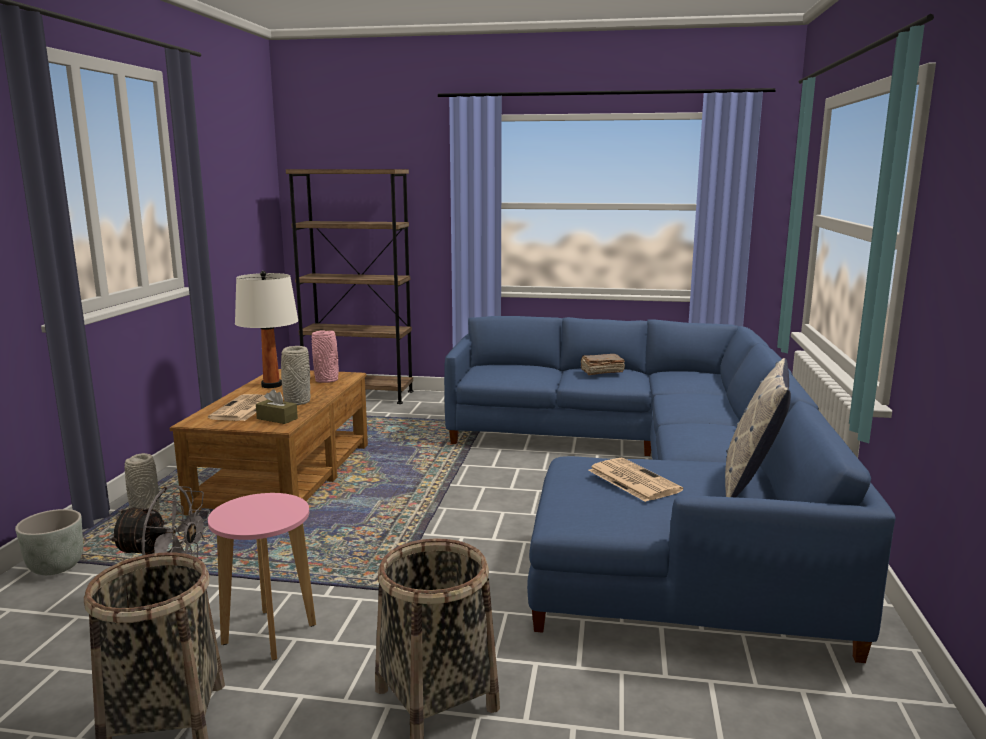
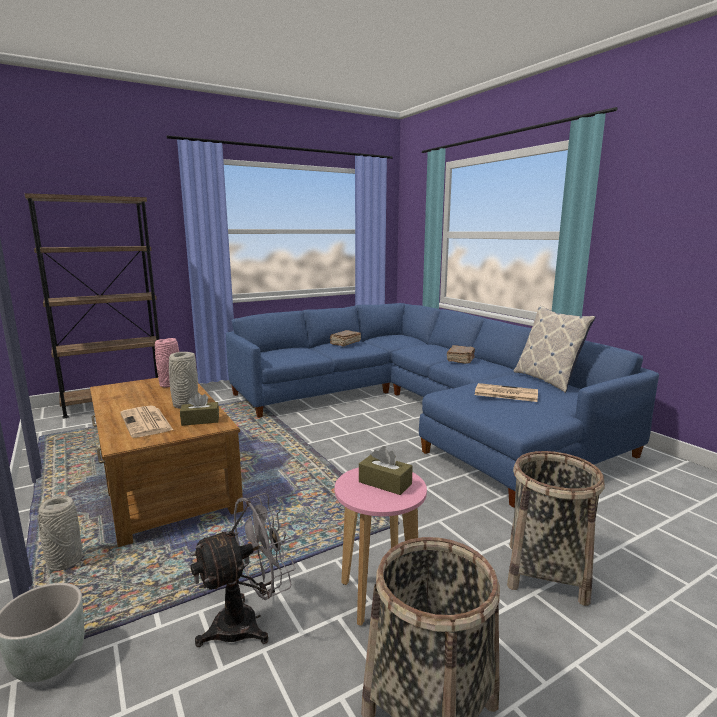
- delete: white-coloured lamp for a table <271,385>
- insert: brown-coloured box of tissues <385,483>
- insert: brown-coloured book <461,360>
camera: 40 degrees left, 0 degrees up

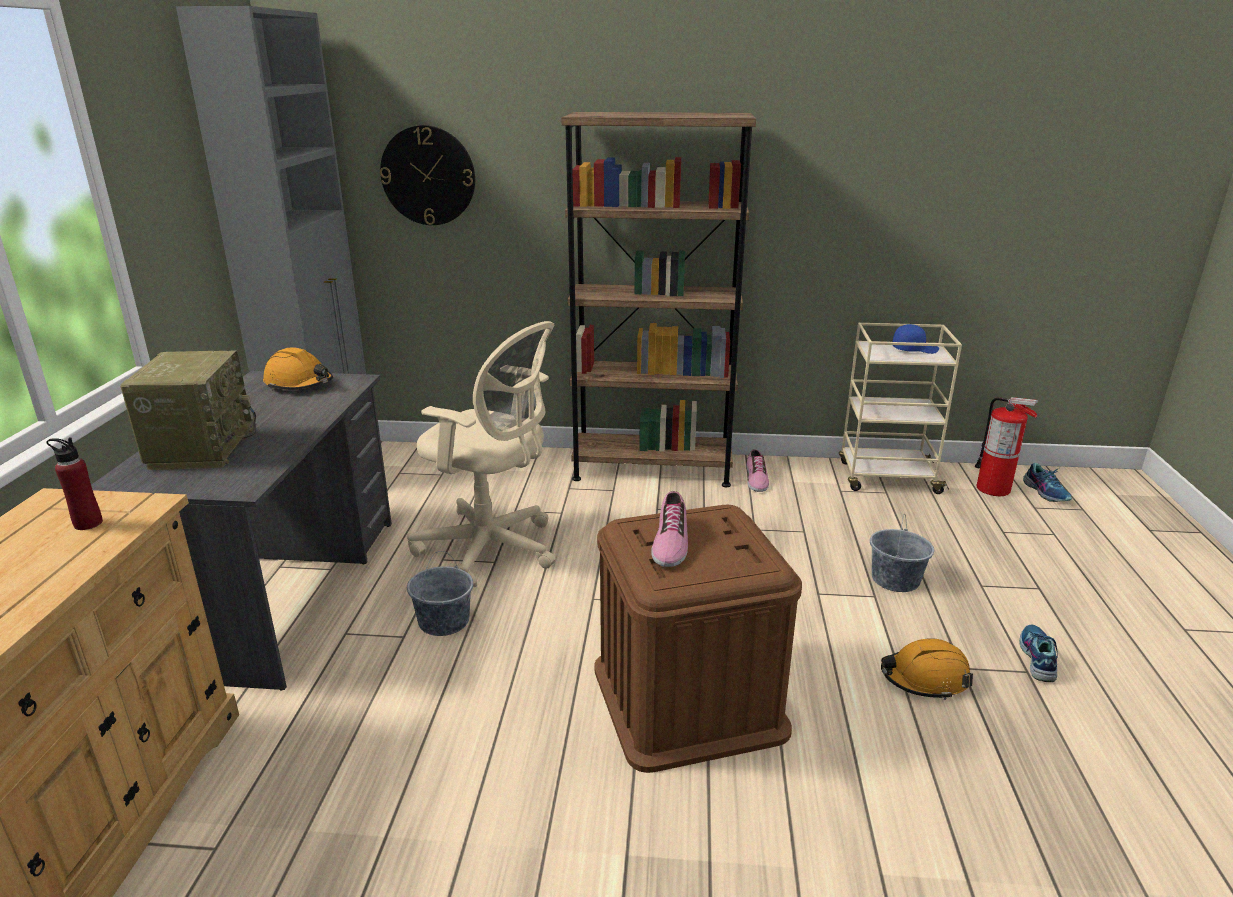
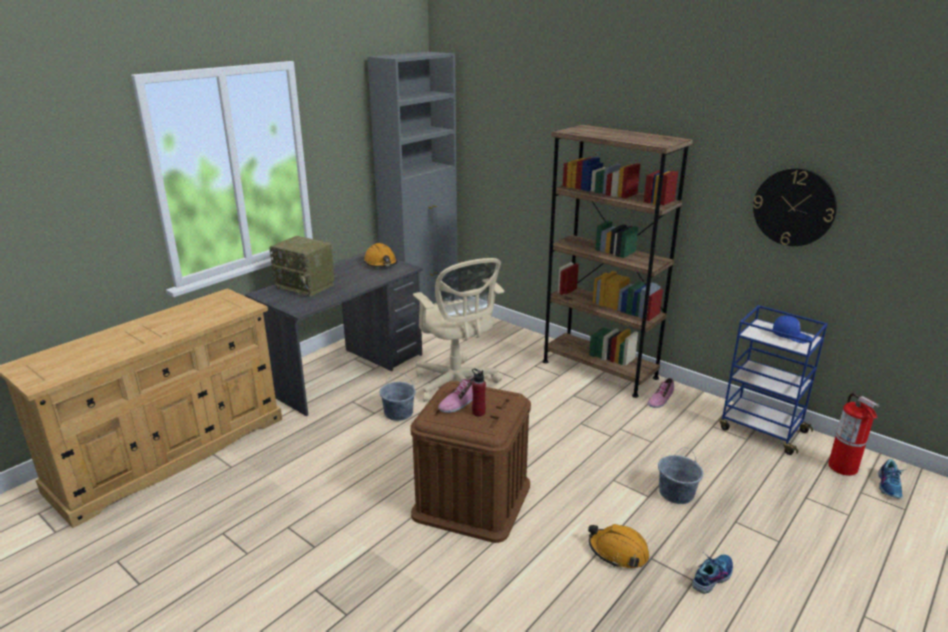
- move: reddish drink bottle <88,523> to <478,412>
- rotate: radio <201,448> = <306,286> 90 degrees clockwise
- move: wall clock <428,176> to <794,207>
- recolor: beige-coloured wheeled cart <886,478> to blue-coloured wheeled cart <761,430>
camera: 35 degrees right, 0 degrees up

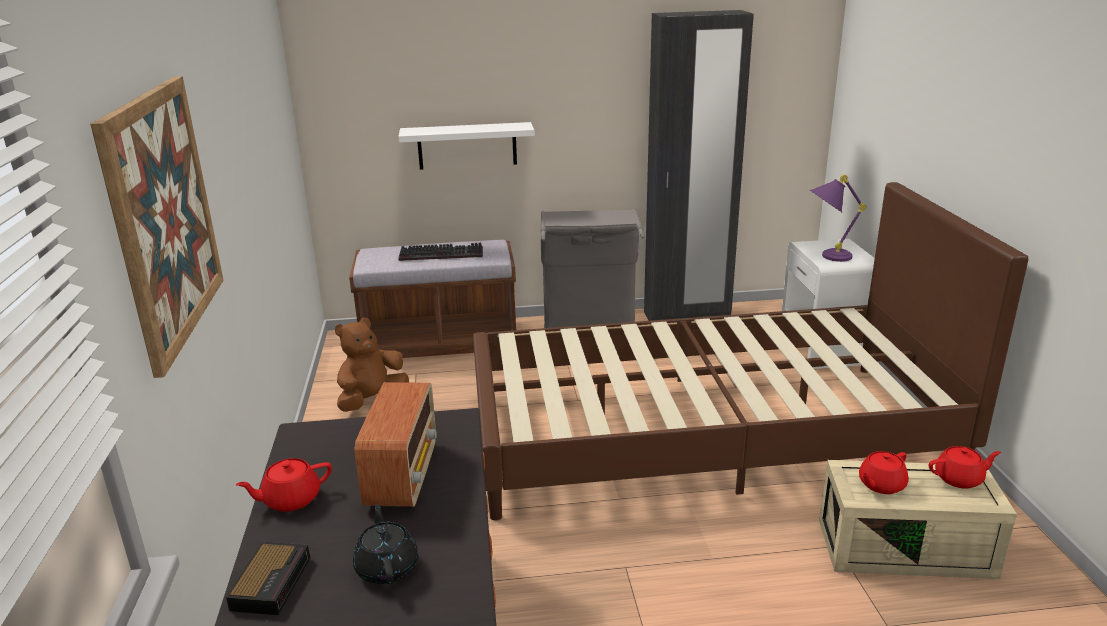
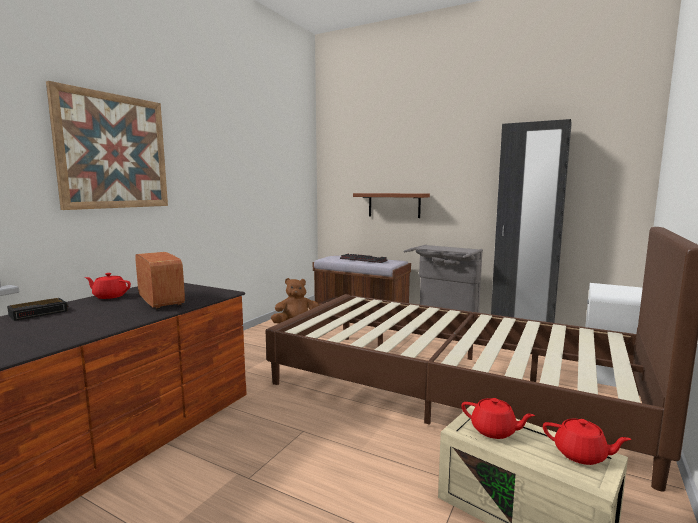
- delete: black tea pot <387,567>
- rotate: radio <403,475> = <160,301> 75 degrees counterclockwise
- recolor: white-coloured wall shelf <467,146> to brown-coloured wall shelf <394,205>
- delete: purple-coloured lamp for a table <826,257>
- rotate: reddish tea pot <880,485> = <494,431> 150 degrees counterclockwise
camera: 35 degrees right, 15 degrees down

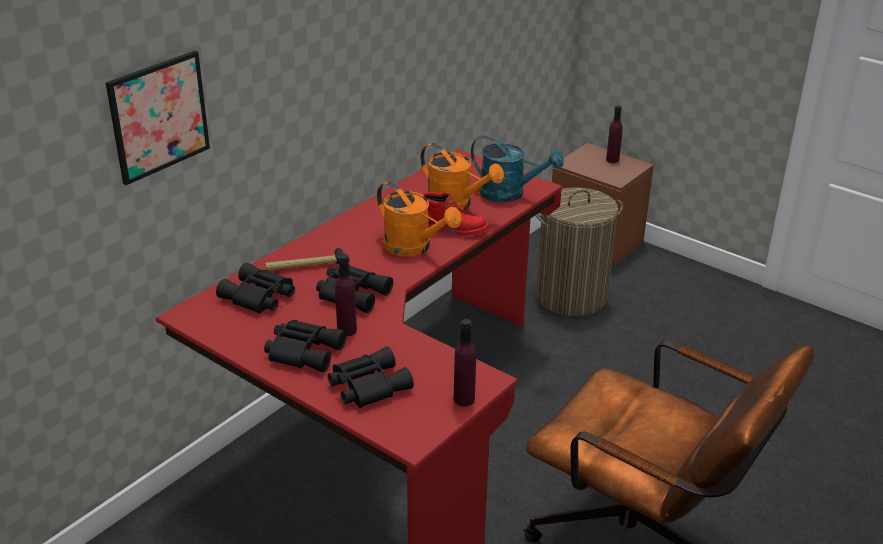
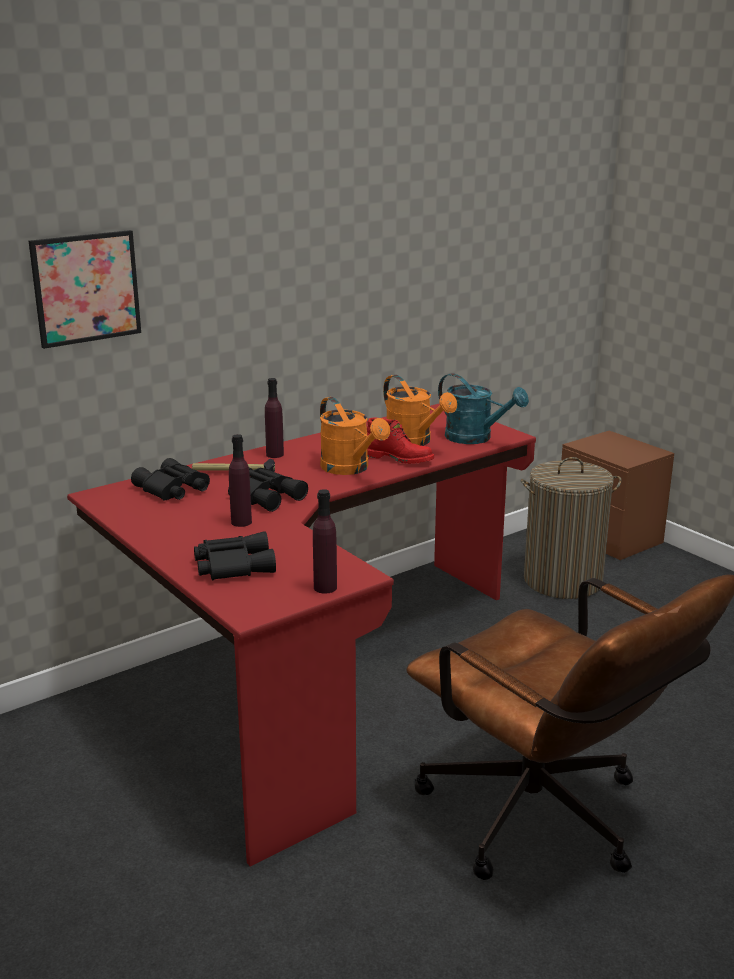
- delete: black binoculars <304,351>
- move: purple-coloured drink bottle <612,160> to <275,454>
camera: 15 degrees right, 10 degrees down

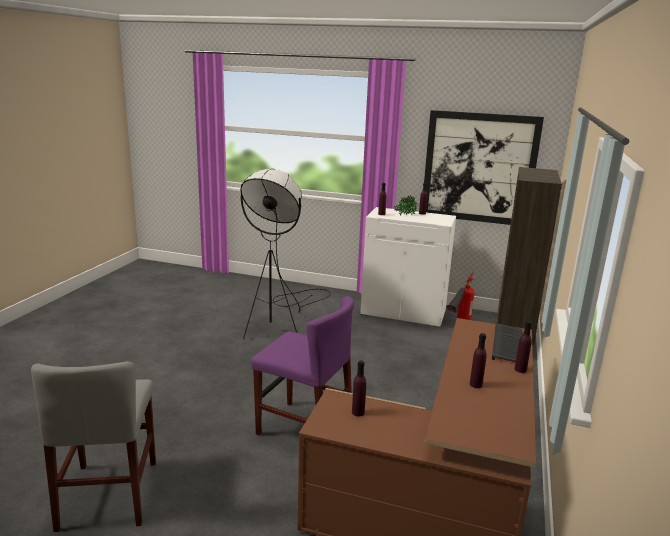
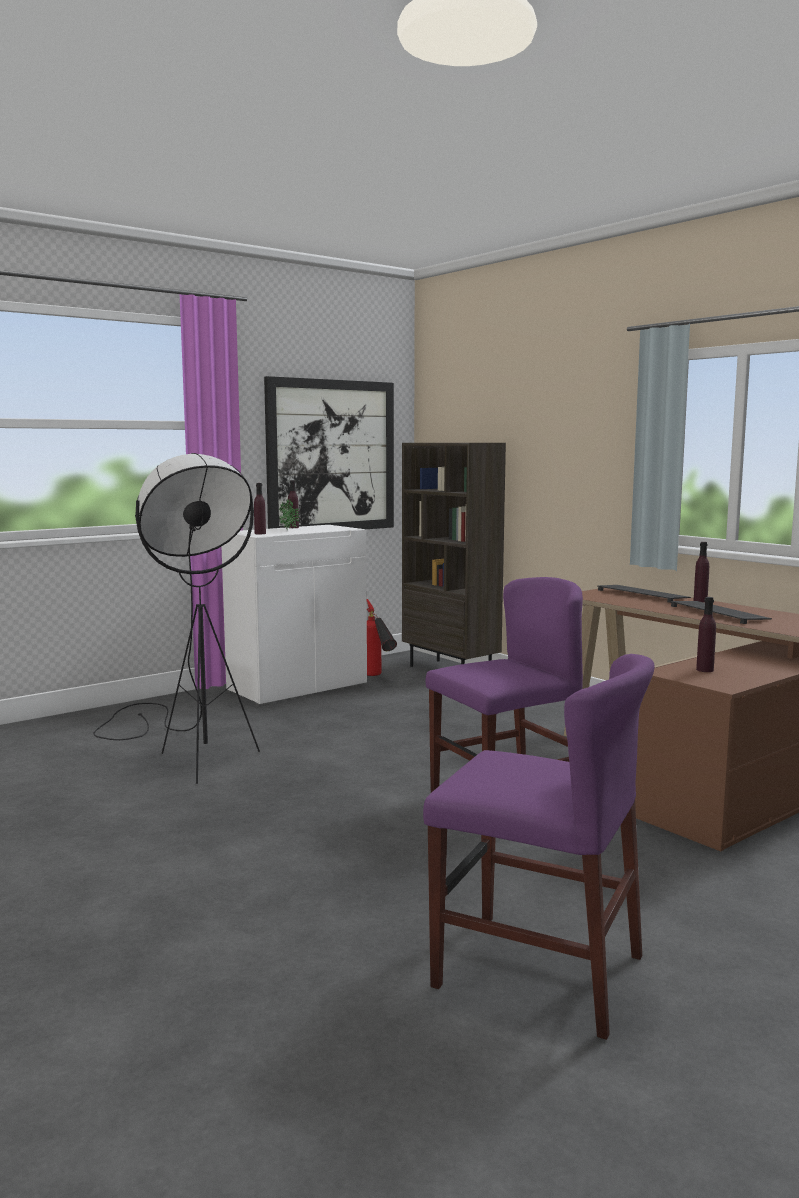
- recolor: greyish chair <109,494> to purple-coloured chair <538,971>
- replace: purple-coloured drink bottle <475,384> to PC keyboard <720,613>
camera: 55 degrees left, 10 degrees down

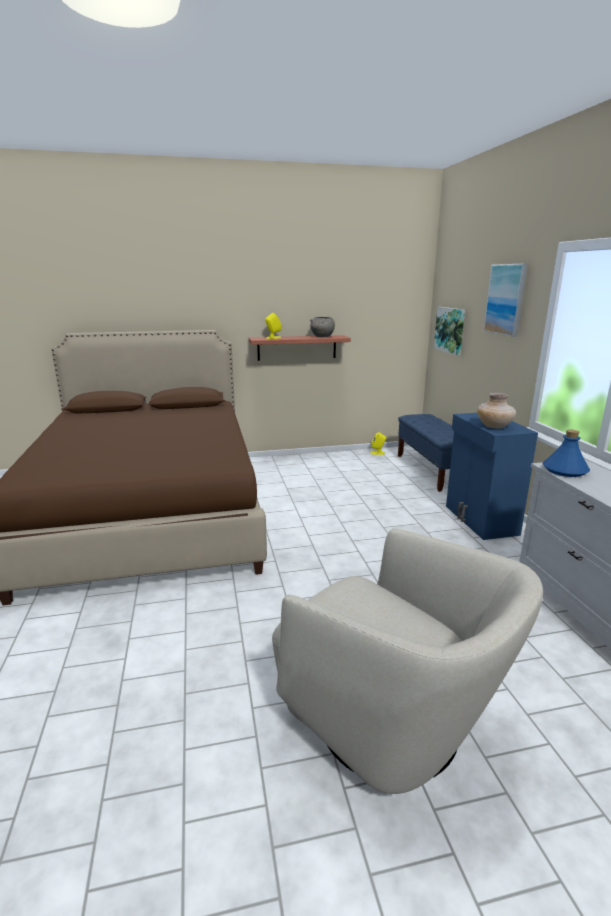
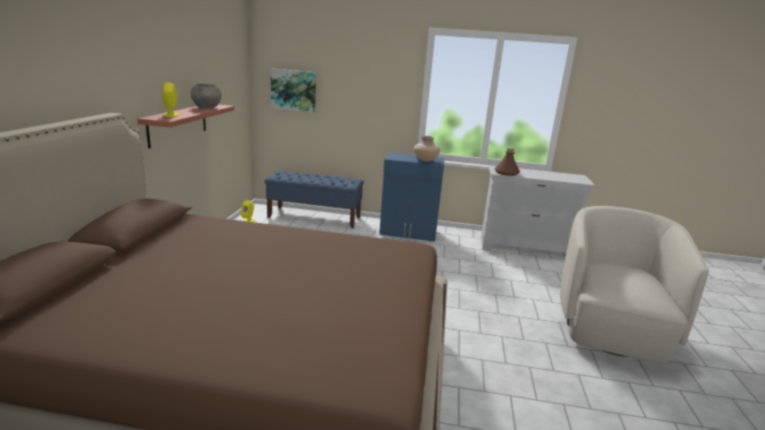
- rotate: beige-coloured armchair <390,723> = <610,330> 45 degrees counterclockwise
- delete: wall picture <506,299>
- recolor: blue-coloured drink bottle <565,470> to brown-coloured drink bottle <506,172>
camera: 70 degrees left, 0 degrees up

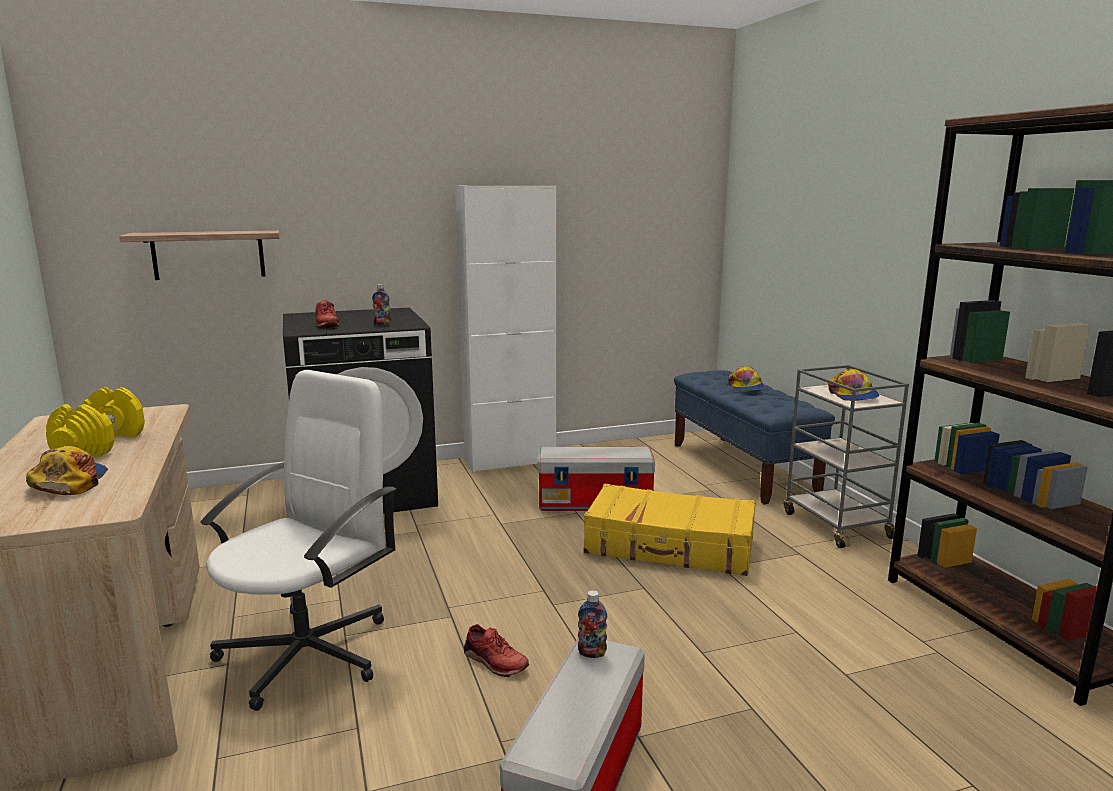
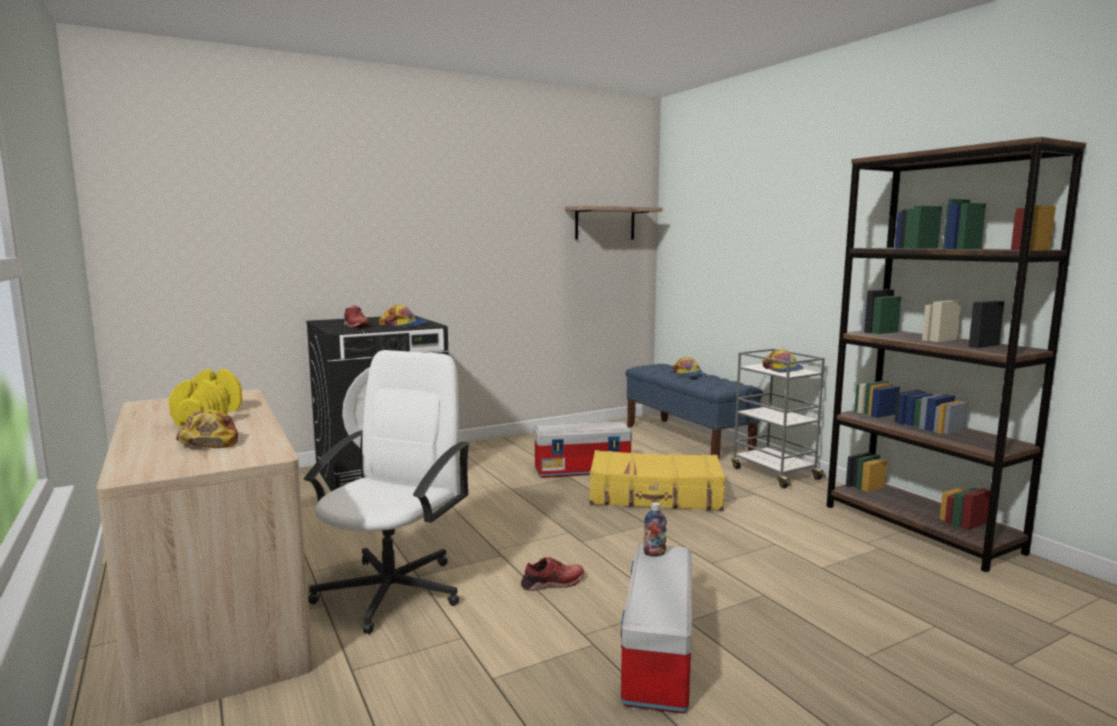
- move: wall shelf <208,255> to <605,223>
- replace: drink bottle <382,324> to peaked cap <404,324>
- delete: white-coloured cupboard <510,461>
- rotate: reddish shoe <494,661> = <553,583> 45 degrees counterclockwise
camera: 10 degrees left, 5 degrees down

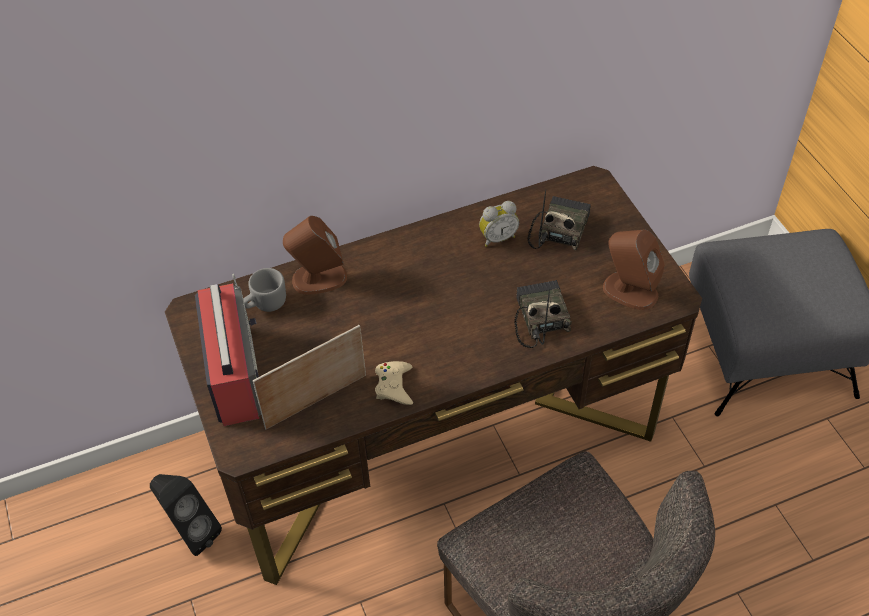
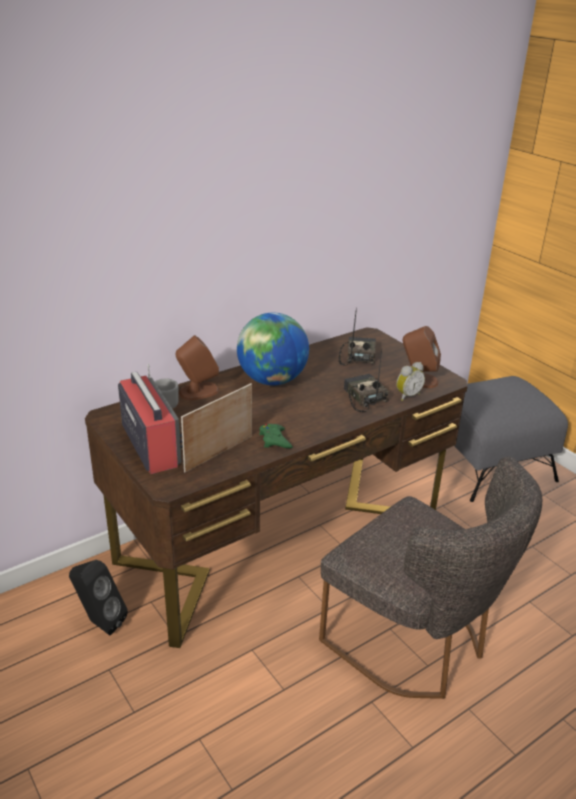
- recolor: beige-coloured joypad <394,386> to green-coloured joypad <274,440>
- move: table clock <497,238> to <407,395>
- insert: world globe <272,380>
camera: 15 degrees left, 20 degrees down

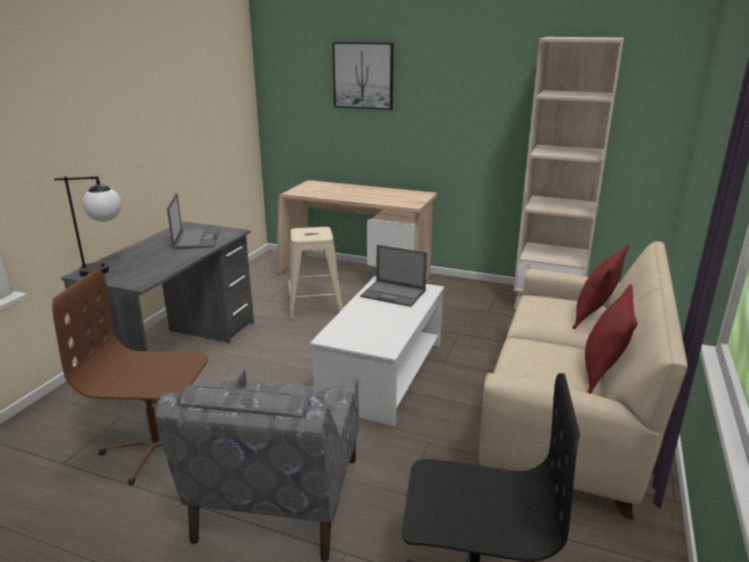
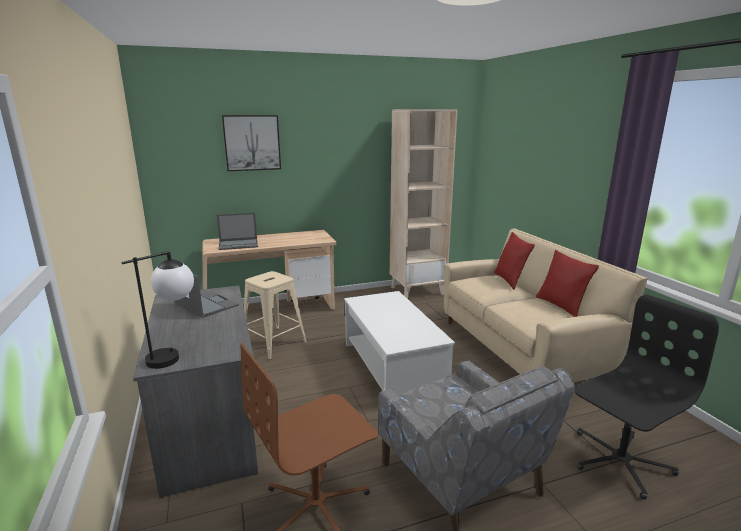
- move: notebook computer <394,294> to <239,244>
camera: 40 degrees left, 5 degrees down

